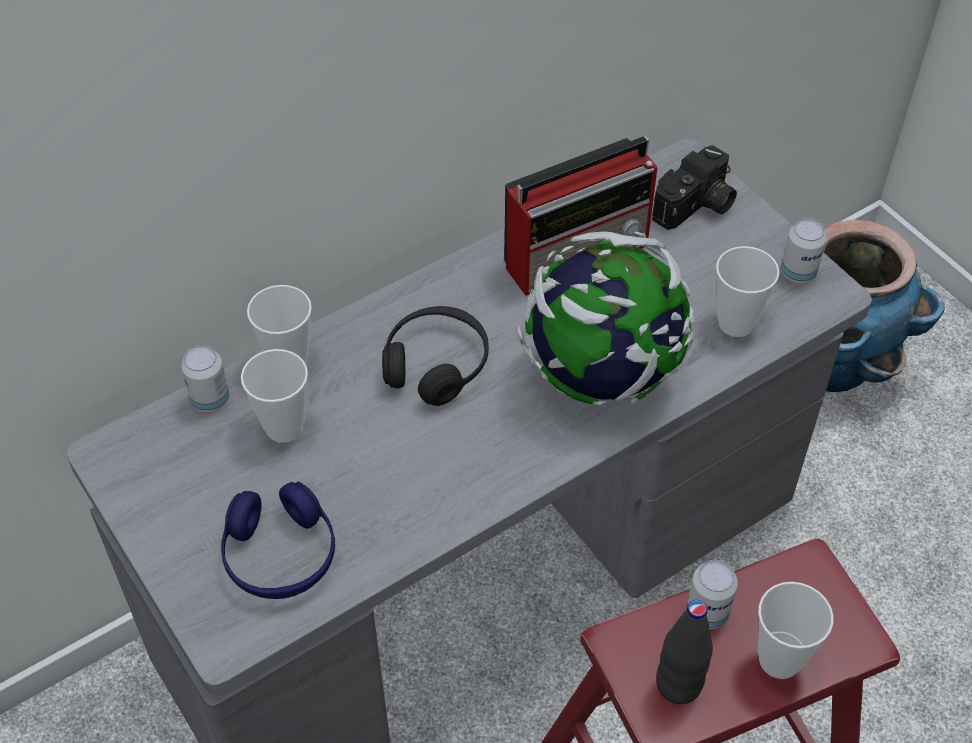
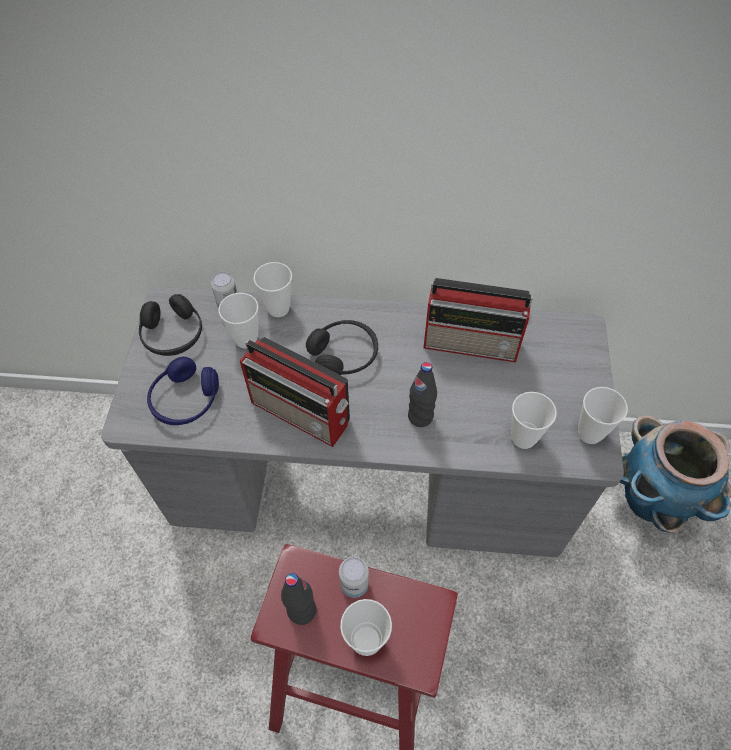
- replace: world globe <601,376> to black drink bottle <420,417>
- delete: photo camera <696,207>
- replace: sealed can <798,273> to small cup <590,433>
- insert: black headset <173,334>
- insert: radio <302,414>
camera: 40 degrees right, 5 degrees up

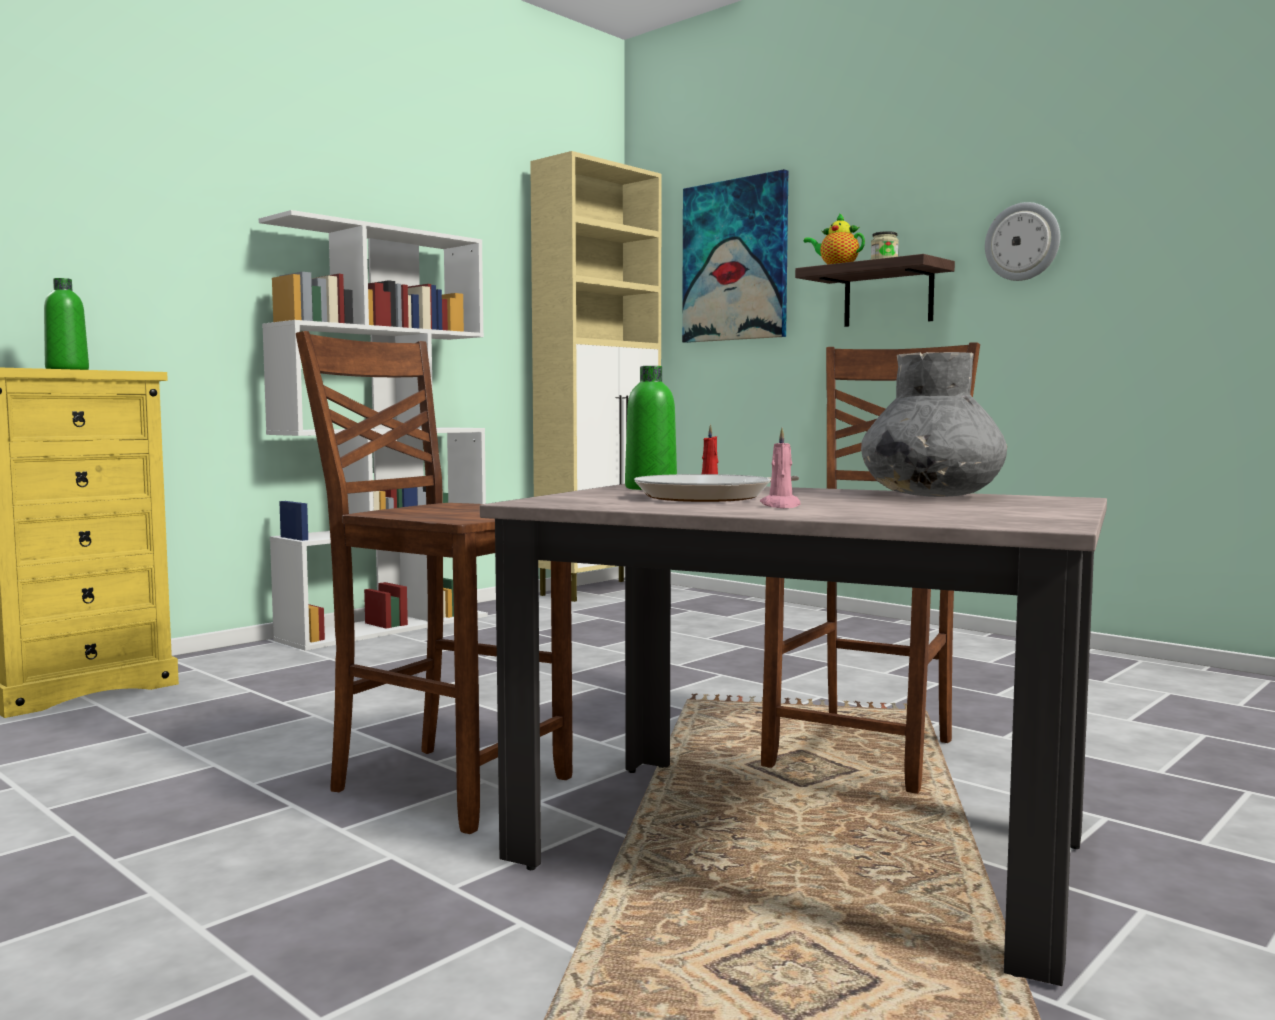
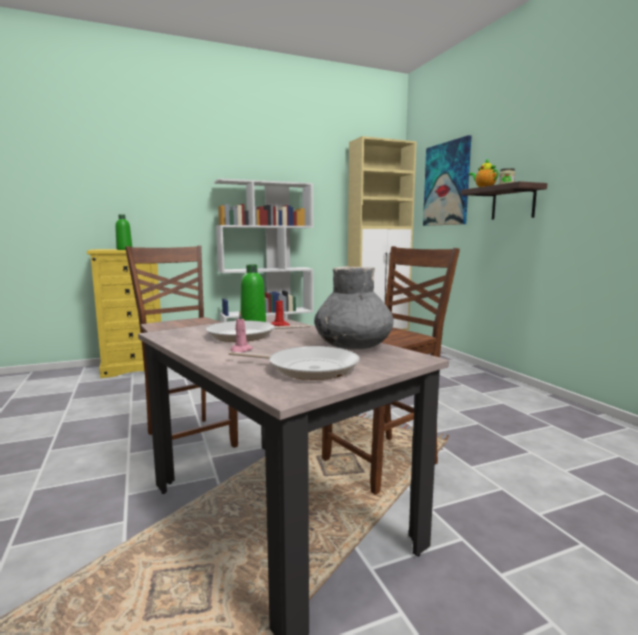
- delete: wall clock <1022,242>
- insert: frying pan <308,368>
camera: 25 degrees right, 5 degrees up

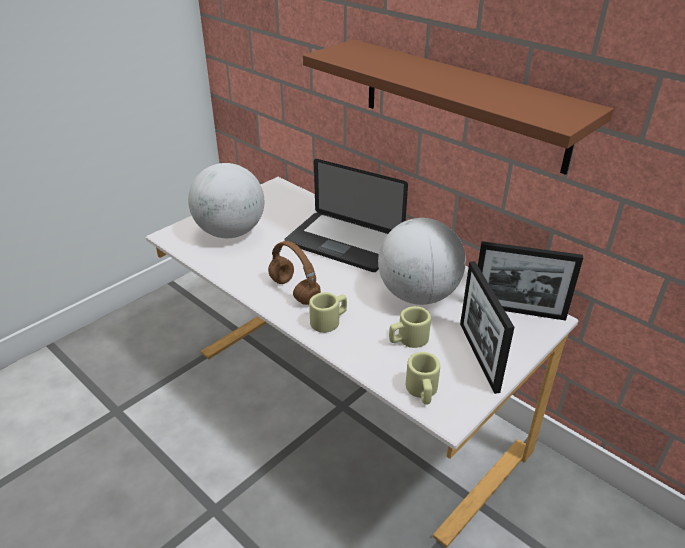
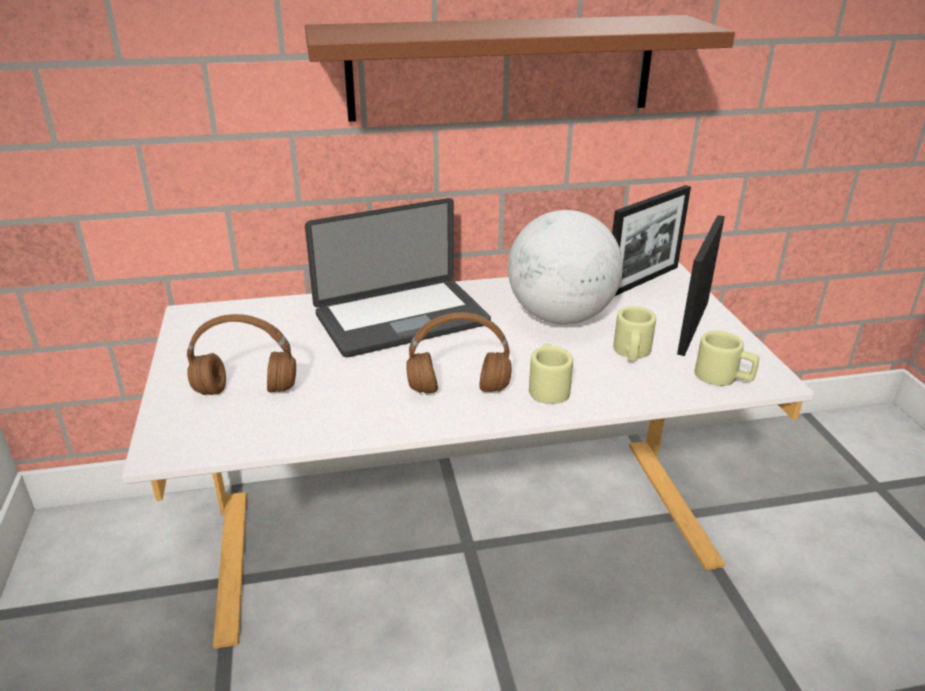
- replace: world globe <230,232> to brown-coloured headset <248,390>
- rotate: picture frame <478,356> = <693,327> 90 degrees clockwise
camera: 55 degrees left, 5 degrees down

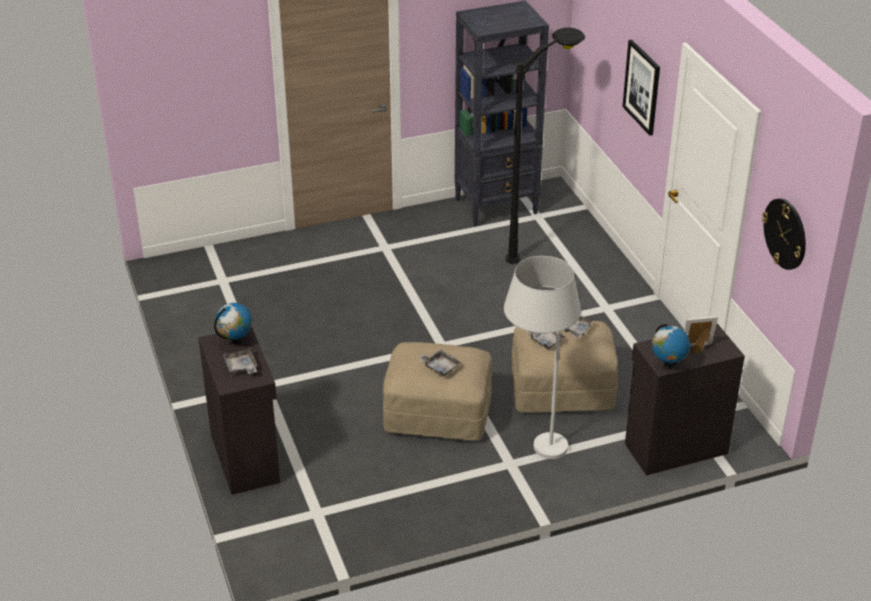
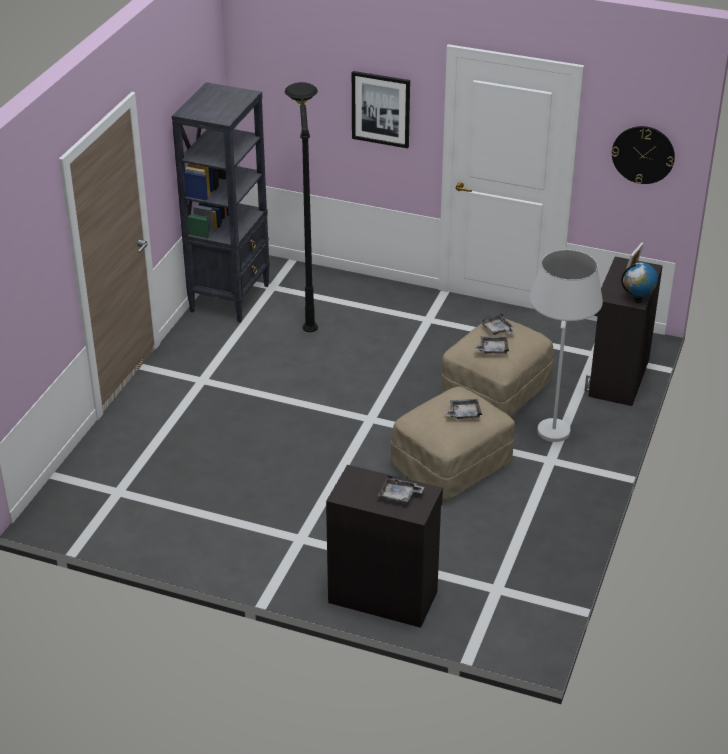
- delete: world globe <236,342>
camera: 50 degrees left, 0 degrees up

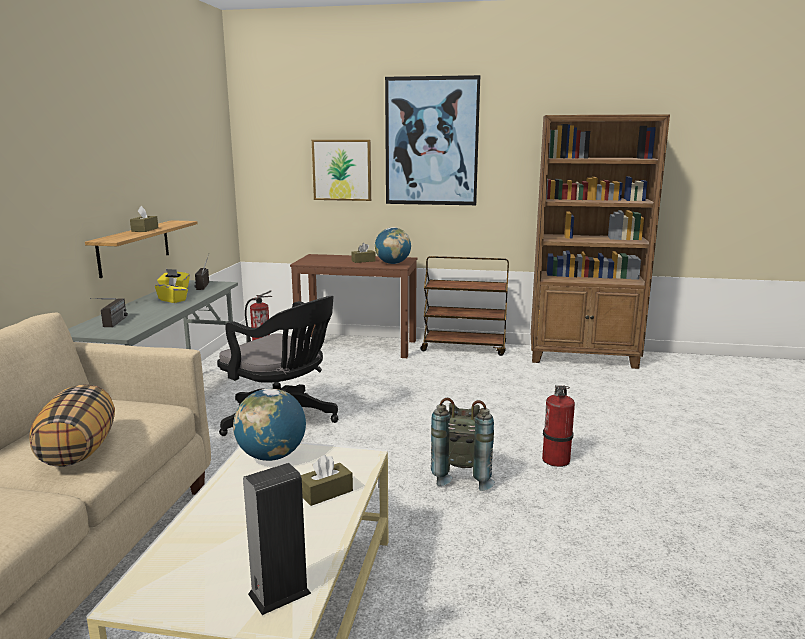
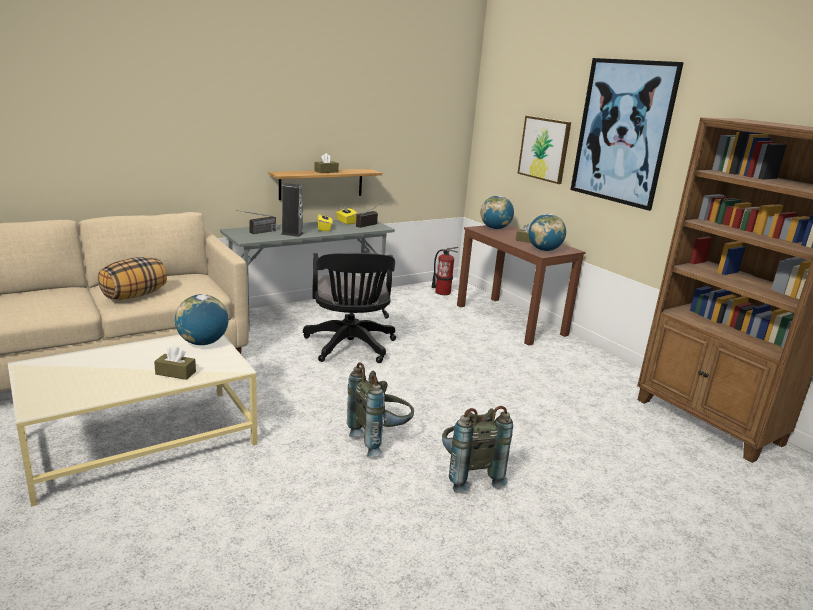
- move: speaker <279,593> to <292,234>
- delete: brown-coloured wheeled cart <464,348>
- replace: extinguisher <556,460> to greyish backpack <468,474>
- insert: world globe <495,228>
camera: 45 degrees right, 5 degrees up

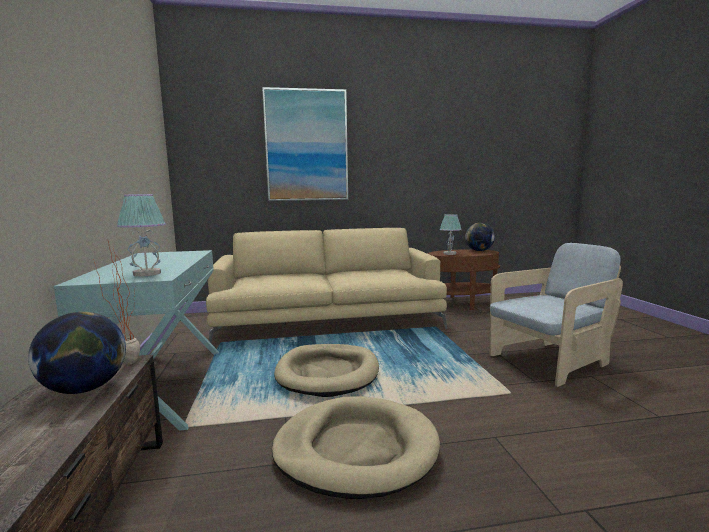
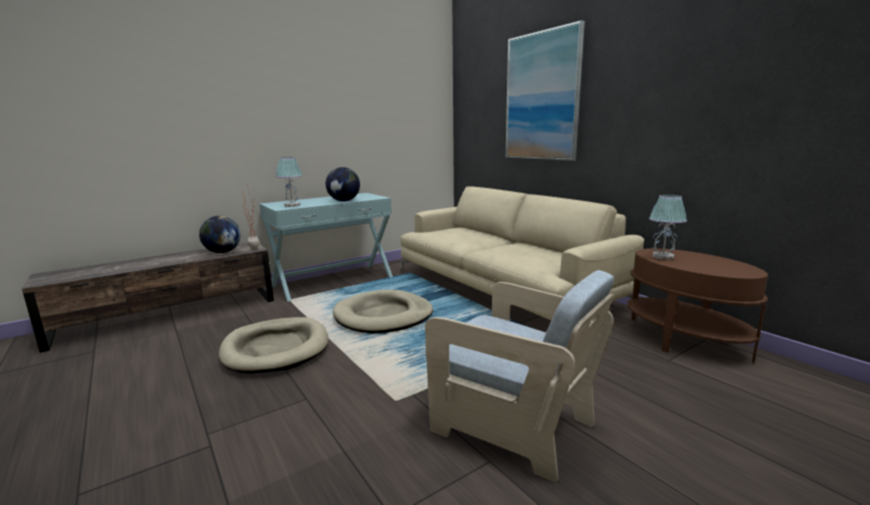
- move: world globe <479,250> to <344,201>
camera: 65 degrees right, 5 degrees up

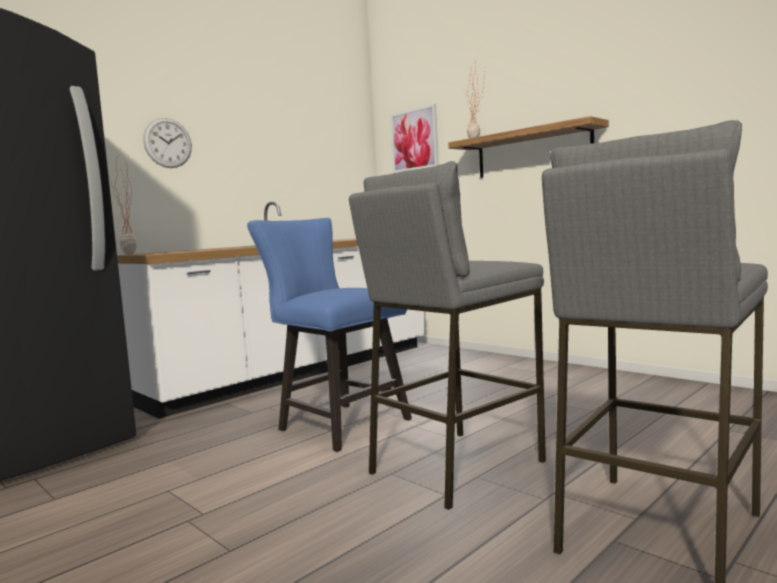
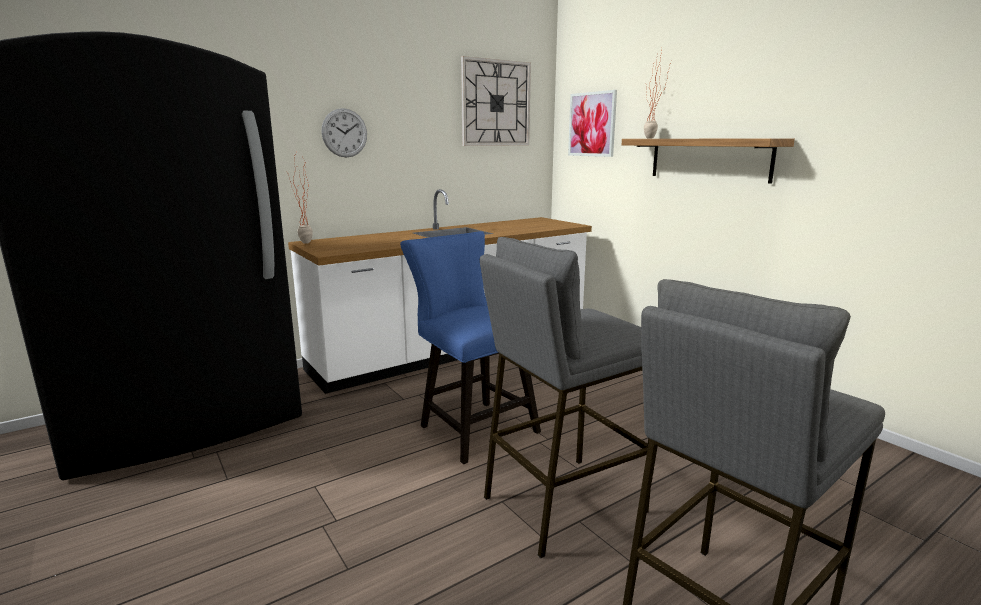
- insert: wall clock <496,103>
camera: 10 degrees right, 10 degrees up

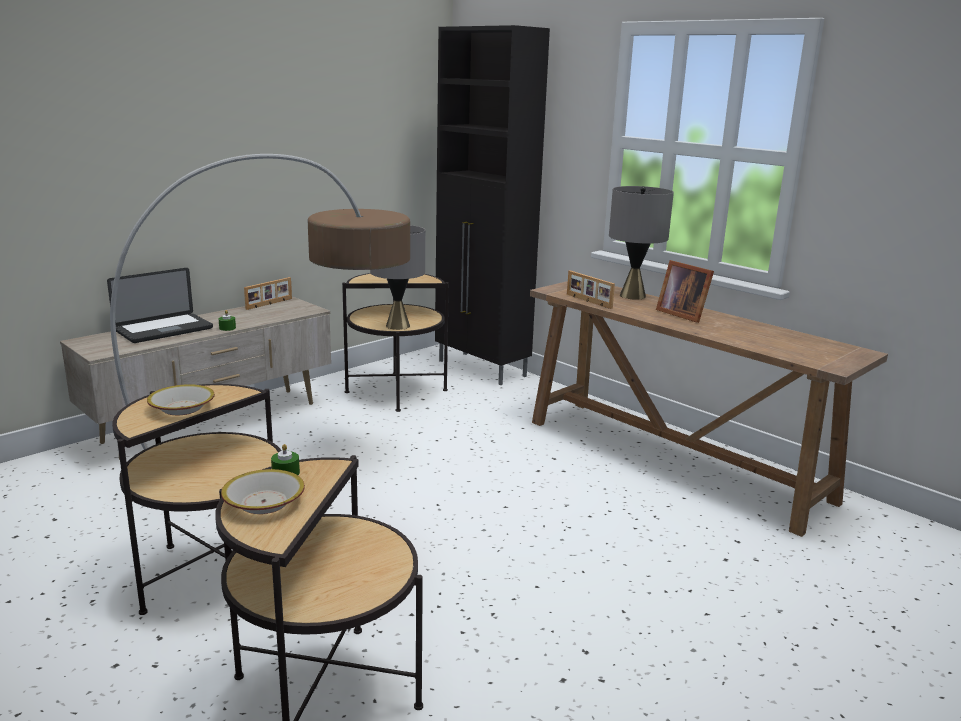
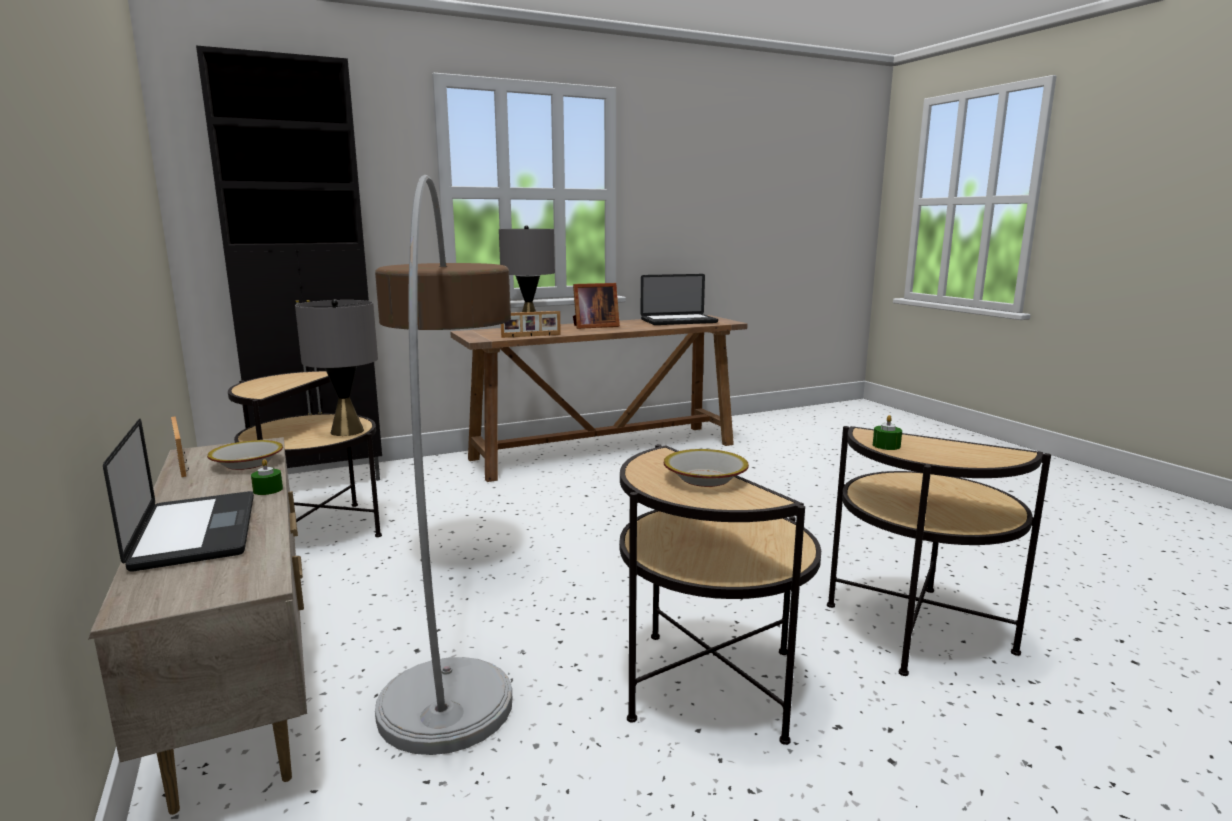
- move: deep dish <264,502> to <247,463>
- insert: notebook computer <678,321>
camera: 70 degrees left, 5 degrees down

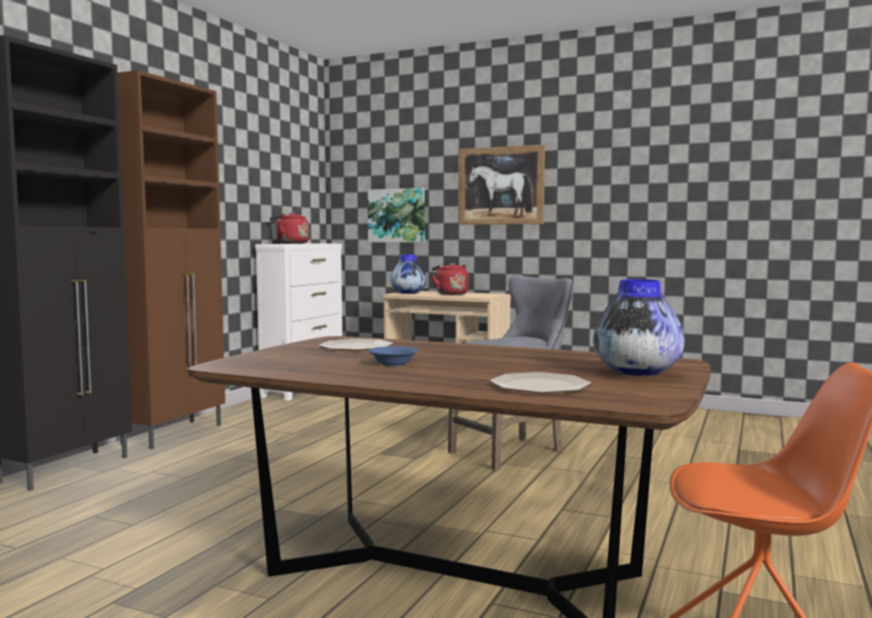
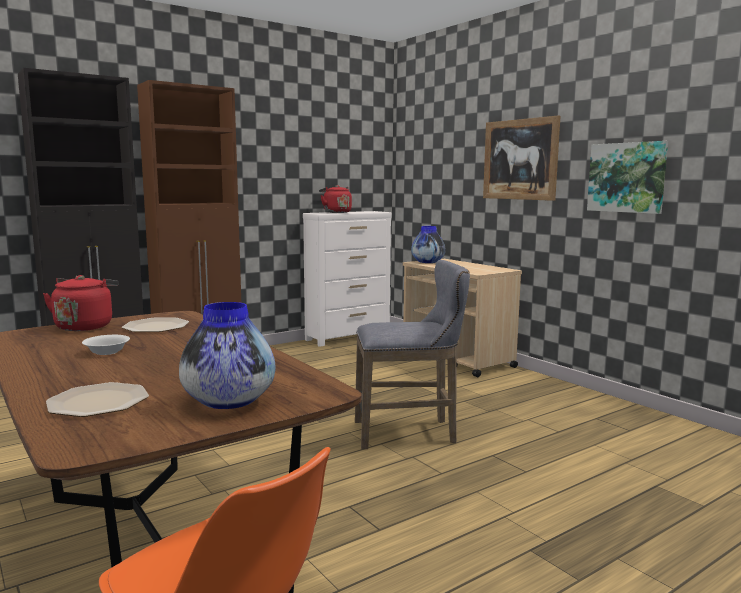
- move: wall picture <397,215> to <627,177>
- recolor: blue-coloured deep dish <393,364> to white-coloured deep dish <107,352>
- move: reddish kettle <450,294> to <85,326>
camera: 30 degrees right, 5 degrees up

